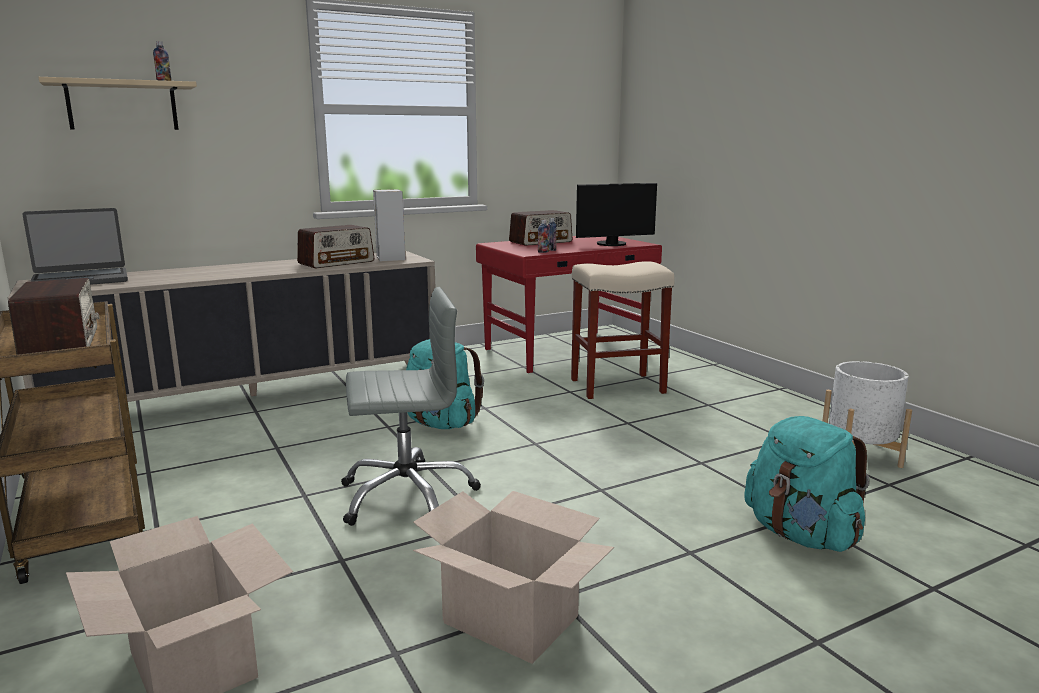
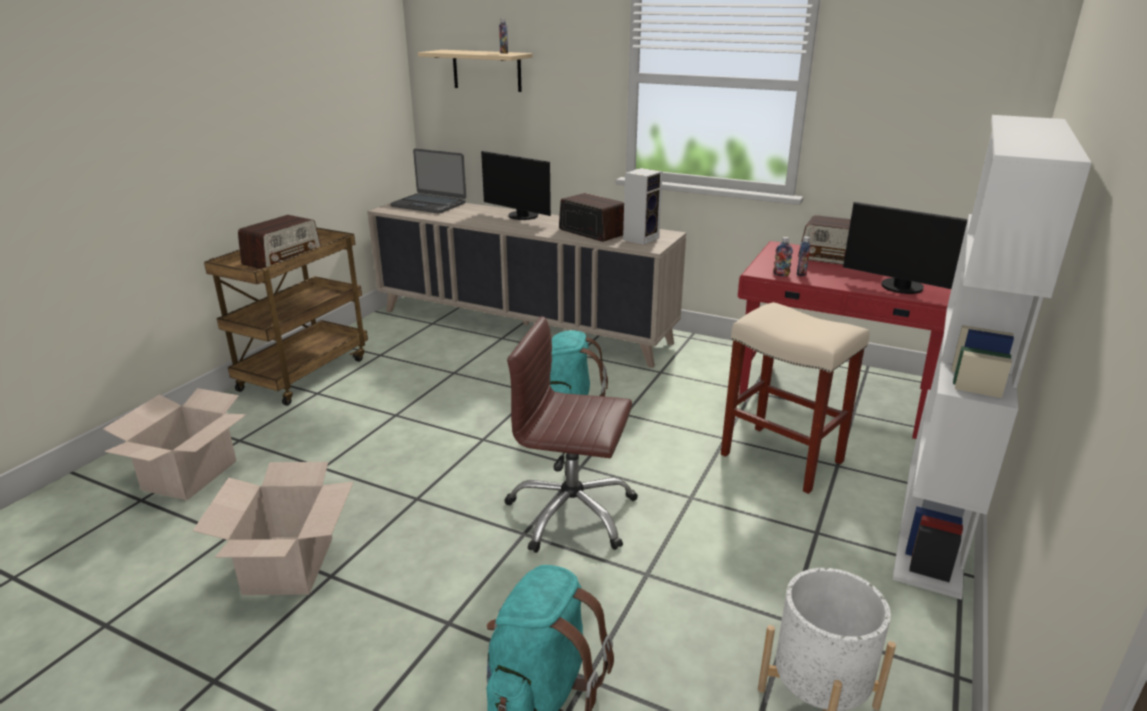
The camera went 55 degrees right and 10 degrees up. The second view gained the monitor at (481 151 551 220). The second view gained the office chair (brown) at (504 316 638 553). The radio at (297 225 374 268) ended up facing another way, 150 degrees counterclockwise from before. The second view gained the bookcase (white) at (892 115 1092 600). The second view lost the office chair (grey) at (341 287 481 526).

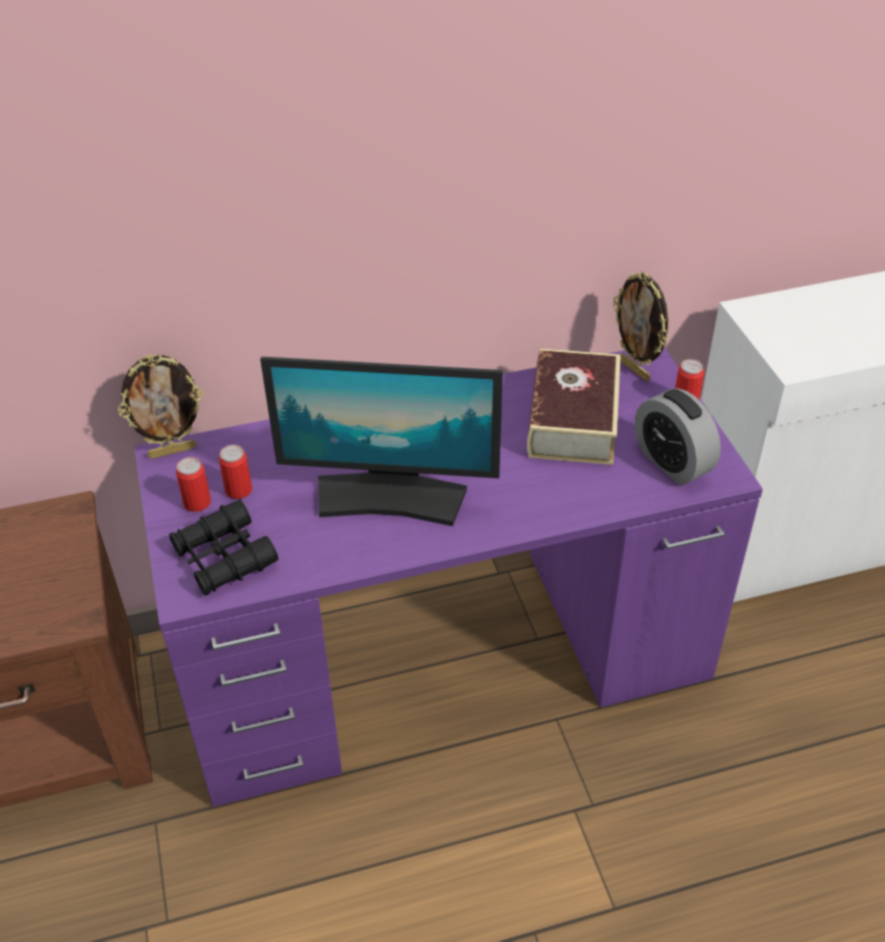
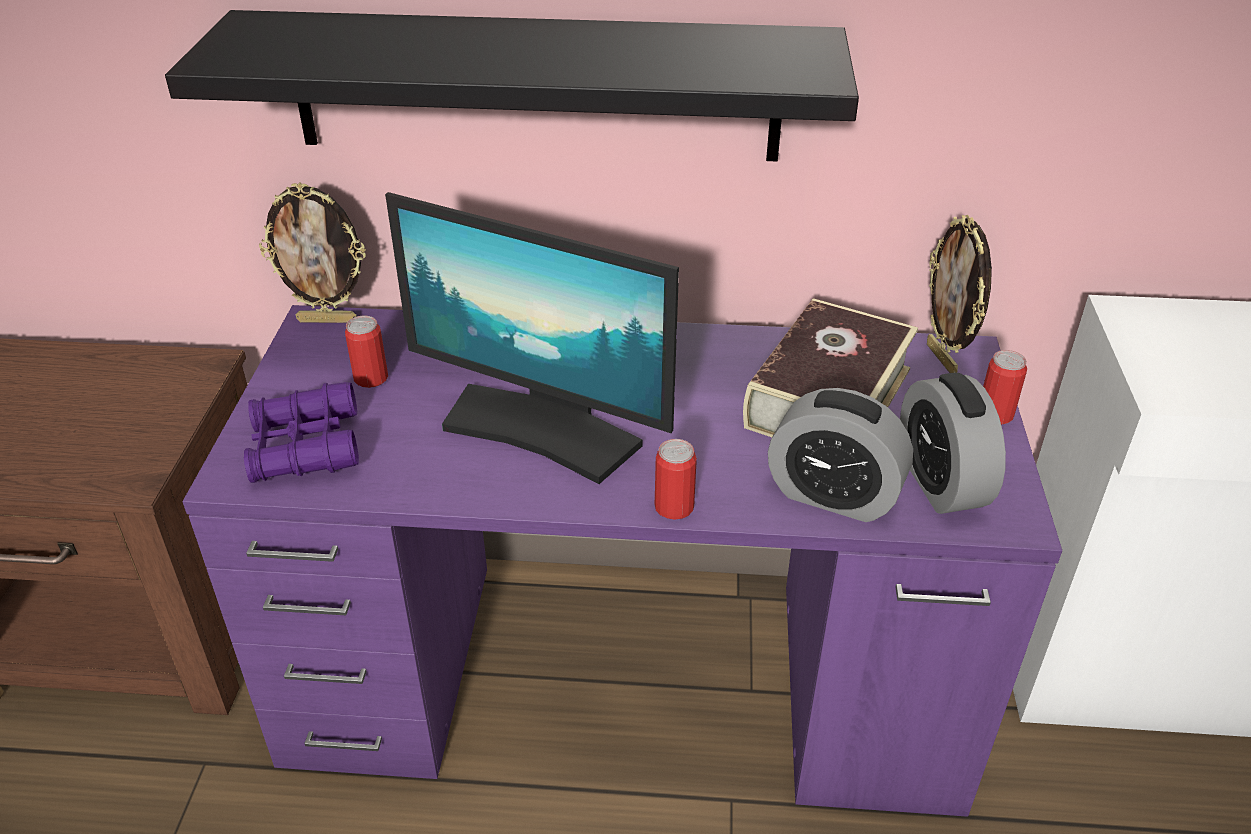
The camera went 20 degrees right and 5 degrees down. The second view gained the shelf (black) at (165 10 859 162). What was the binoculars (black) at (169 500 278 596) turned into the binoculars (purple) at (244 382 359 483). The can ended up elsewhere, having gone from (176 457 211 512) to (655 439 697 520). The second view gained the alarm clock at (768 388 913 522).

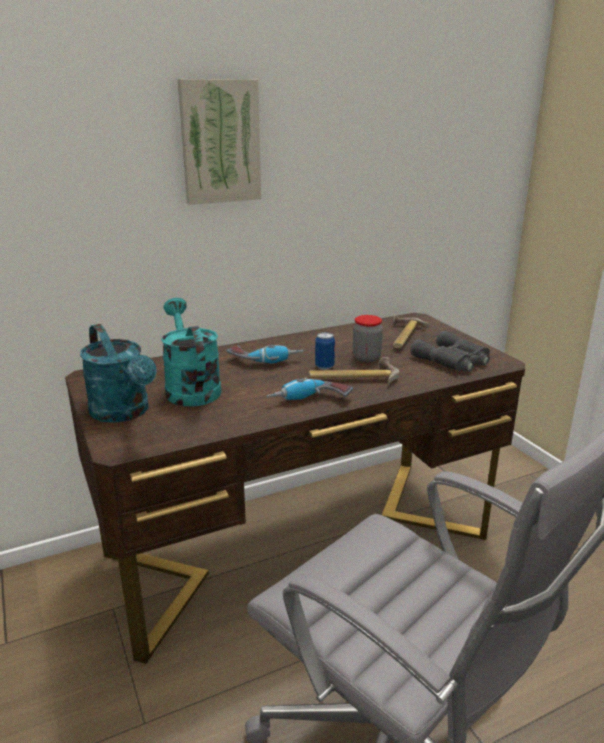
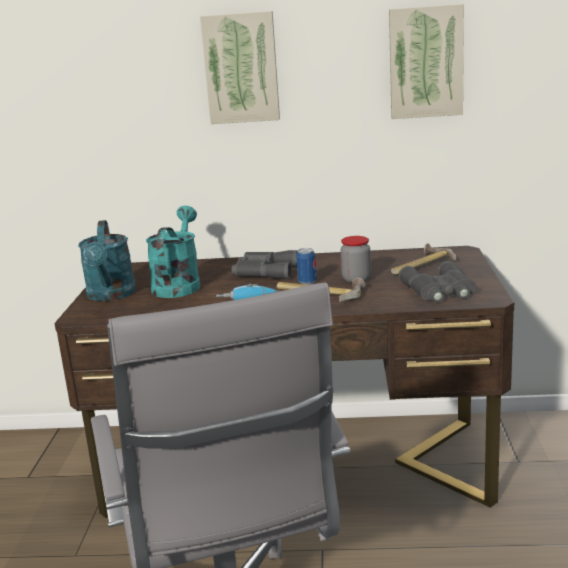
The camera went 30 degrees right and 5 degrees down. Where the power drill stood at (227 345 303 364), the binoculars (grey) came to stand at (232 250 298 279). The second view gained the picture at (389 4 464 119).

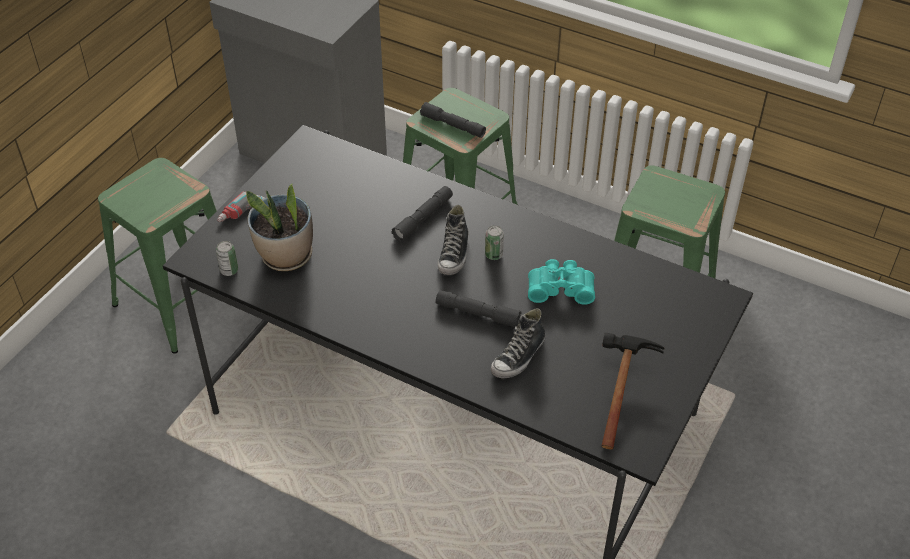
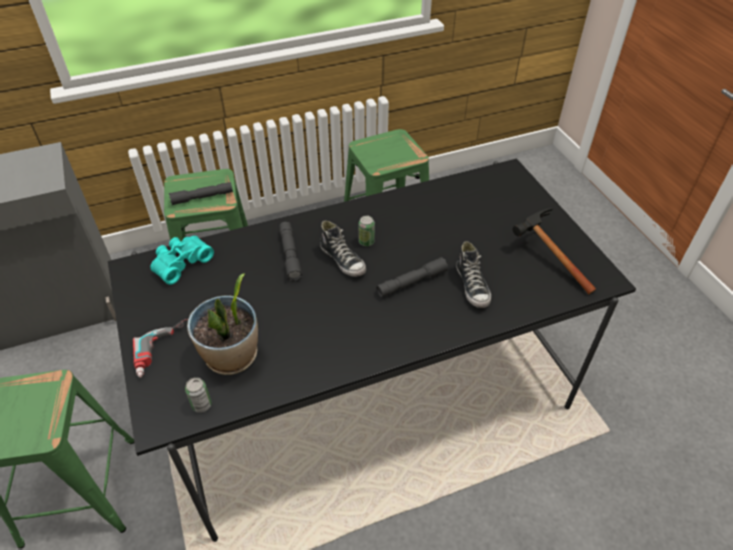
The camera went 50 degrees left and 0 degrees up. The binoculars (turquoise) ended up elsewhere, having gone from (528 259 595 305) to (150 236 214 285).

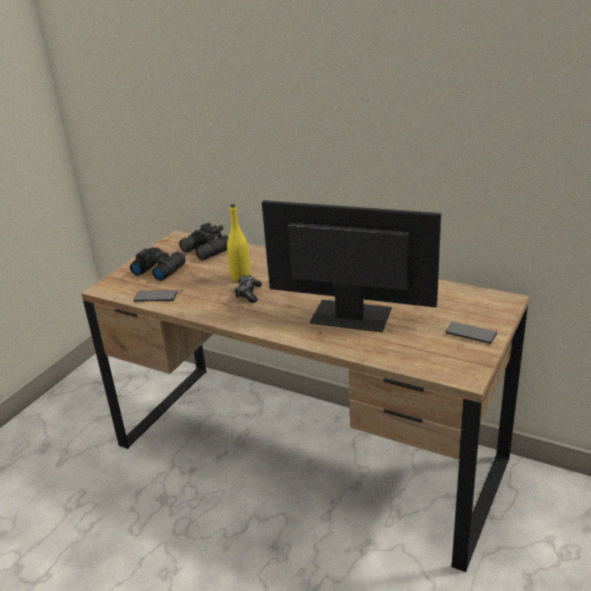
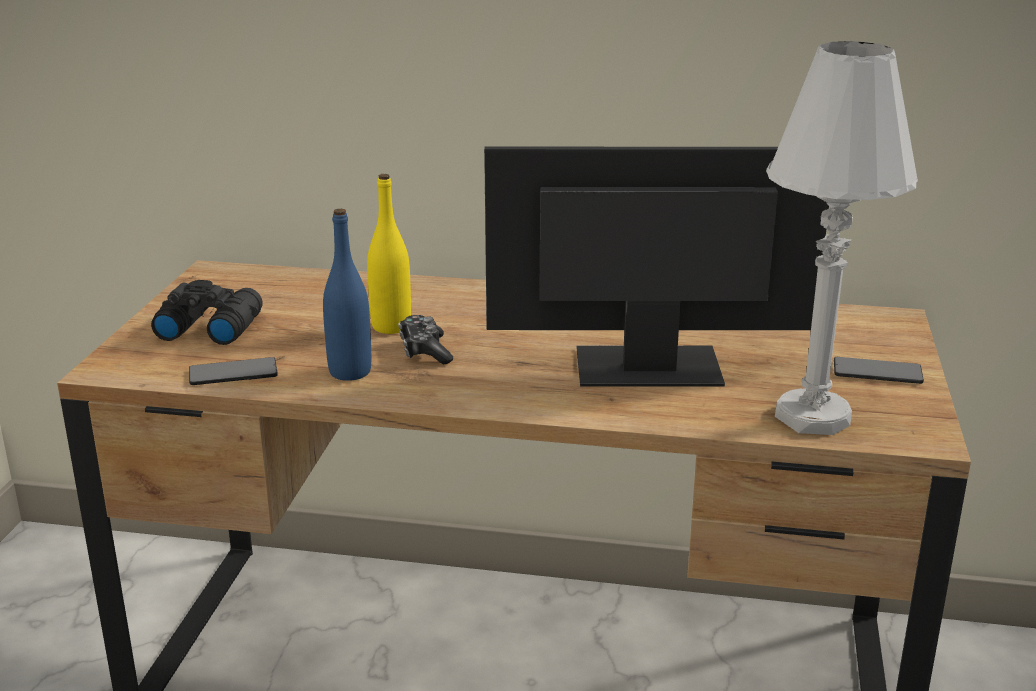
The camera went 20 degrees left and 5 degrees down. The second view gained the bottle (blue) at (323 209 371 381). The second view gained the table lamp (white) at (766 41 918 435). The second view lost the binoculars (black) at (179 223 228 260).

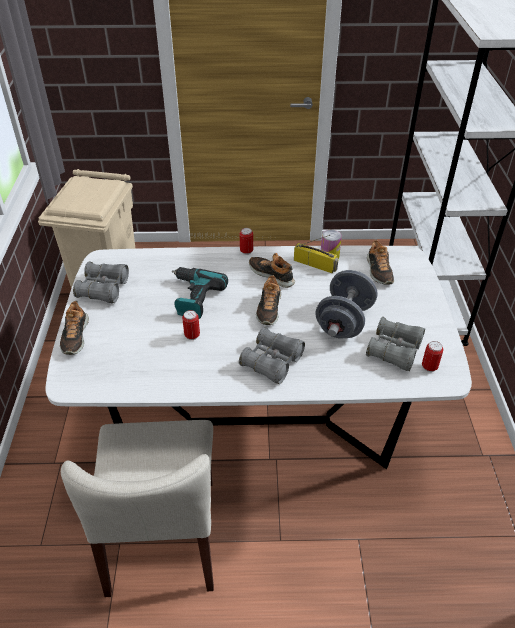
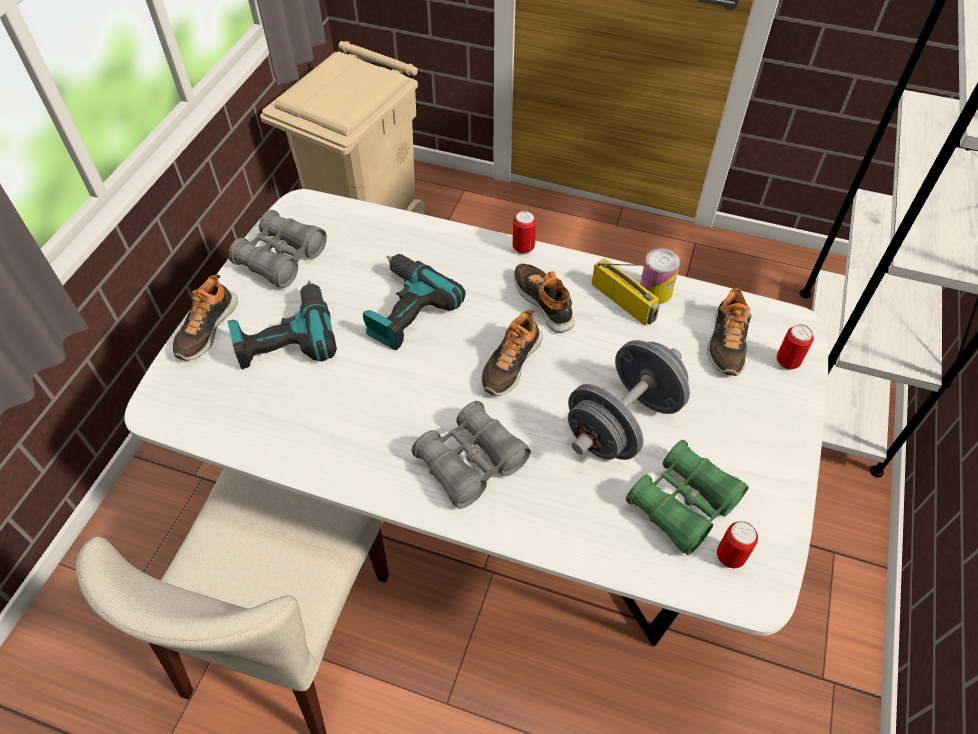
The camera went 20 degrees right and 10 degrees up. The second view gained the power drill at (228 281 337 369). What was the binoculars (grey) at (366 317 425 371) turned into the binoculars (green) at (626 440 749 555). The can ended up elsewhere, having gone from (182 310 200 340) to (776 325 814 370).

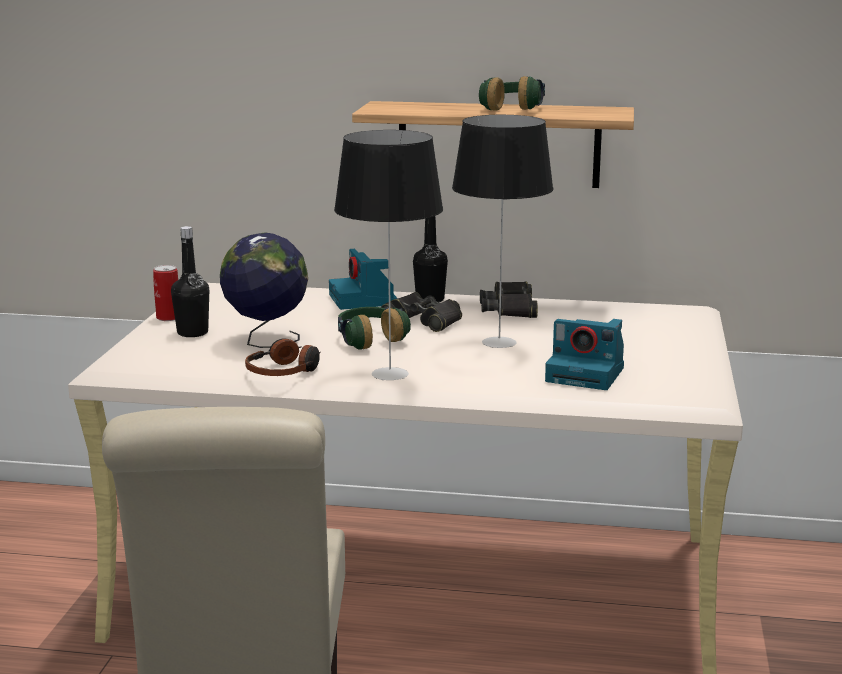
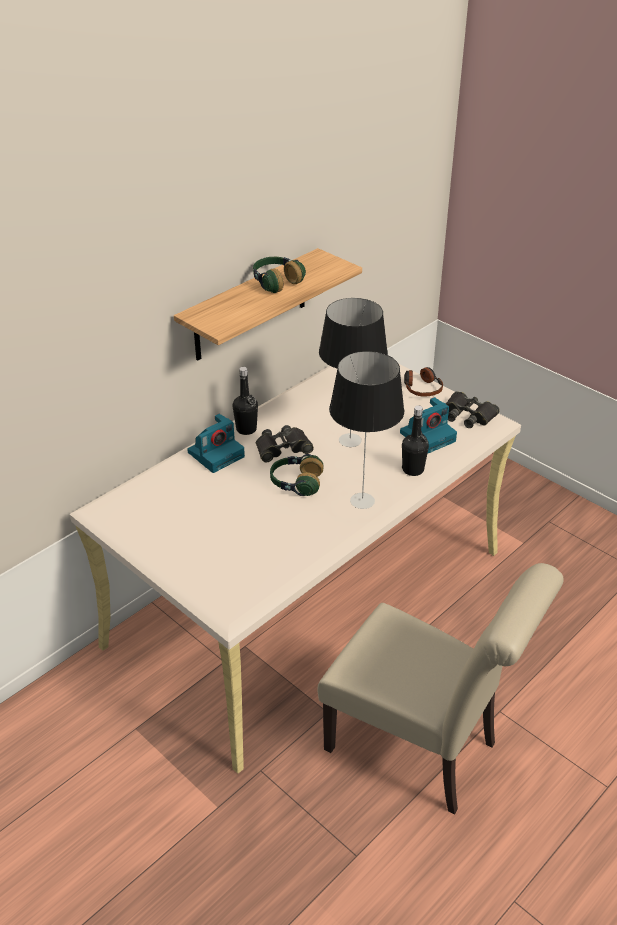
The camera went 55 degrees left and 20 degrees up. The photo camera at (329 249 398 310) ended up facing another way, 60 degrees counterclockwise from before. The bottle (black) ended up elsewhere, having gone from (171 226 209 337) to (402 405 429 476). The headphones ended up elsewhere, having gone from (245 339 320 376) to (404 367 443 397). The binoculars (black) ended up elsewhere, having gone from (480 281 538 318) to (446 391 500 428). The second view lost the can at (153 265 178 321). The second view lost the globe at (220 232 308 348).

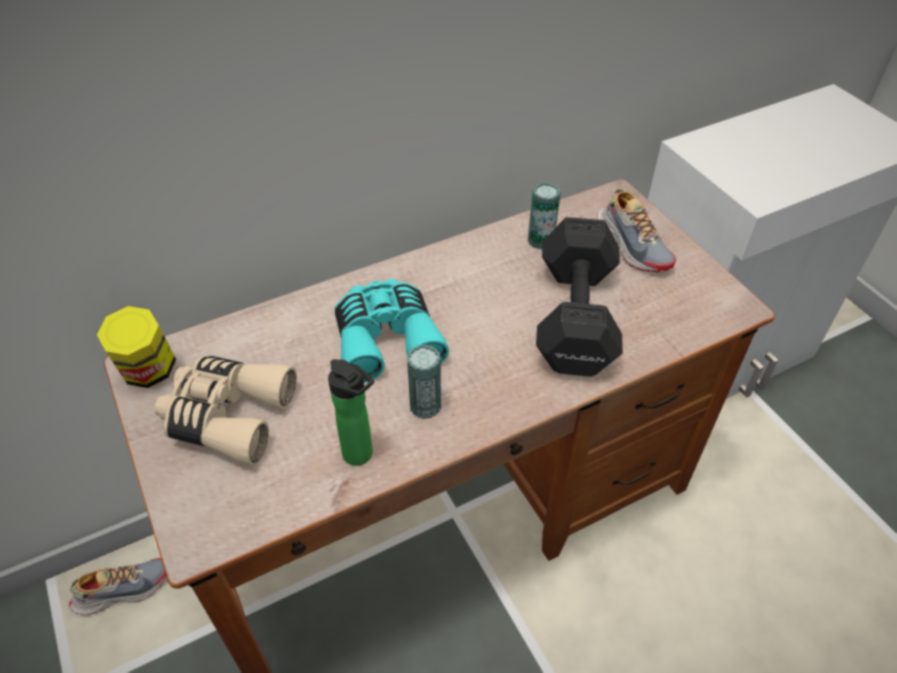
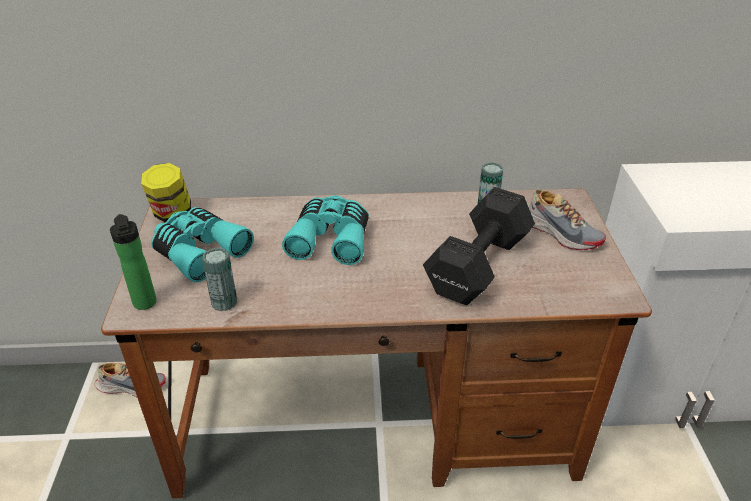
The camera went 25 degrees right and 10 degrees down. The bottle ended up elsewhere, having gone from (328 359 374 466) to (110 214 157 310). What was the binoculars (beige) at (155 356 297 466) turned into the binoculars (turquoise) at (151 207 254 282). The can ended up elsewhere, having gone from (407 345 441 419) to (202 248 237 311). The shoe at (597 189 676 272) ended up facing another way, 45 degrees counterclockwise from before.

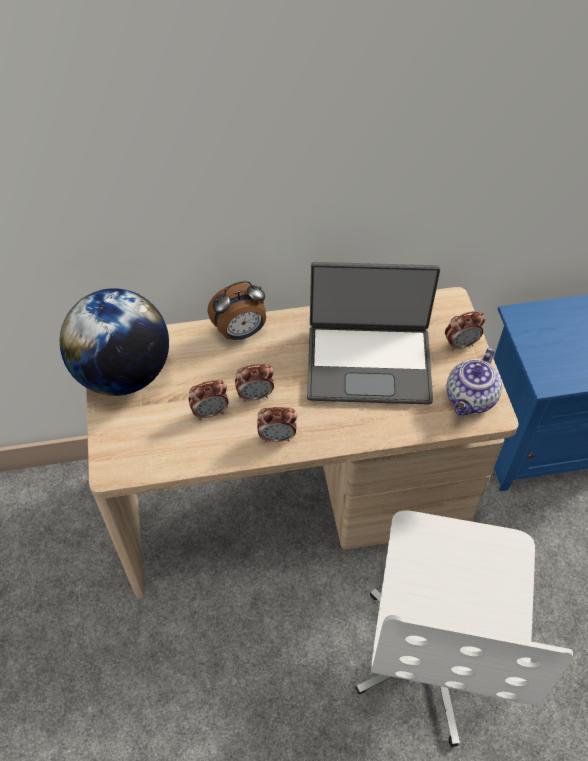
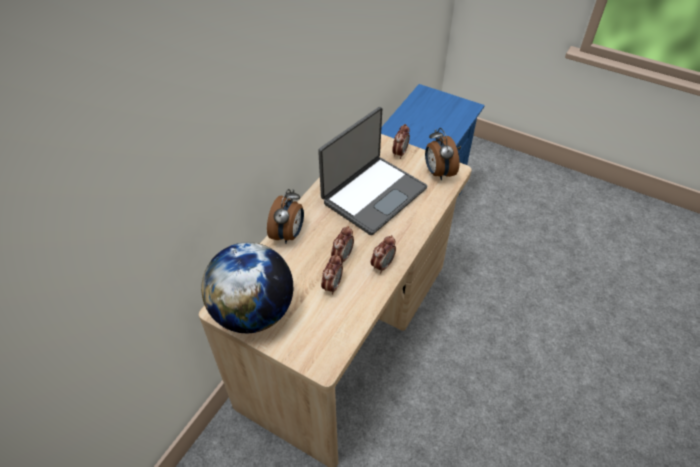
The camera went 50 degrees left and 5 degrees down. Where the teapot stood at (447 348 502 416), the alarm clock came to stand at (425 128 460 180). The second view lost the office chair (white) at (355 510 573 747).

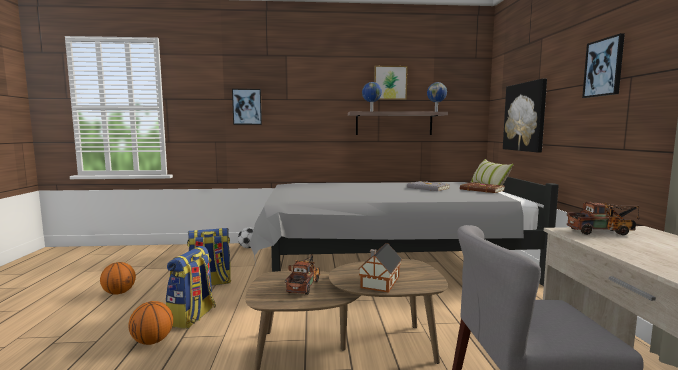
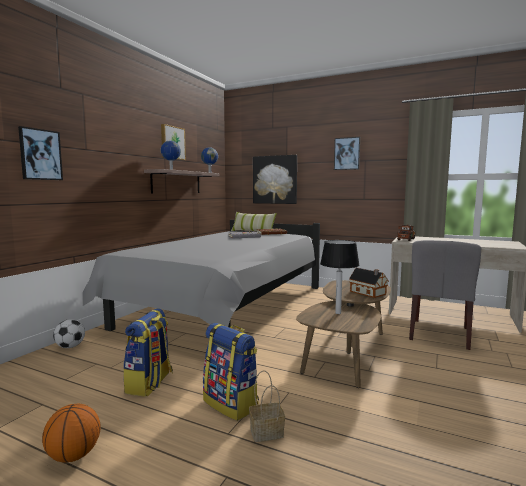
The camera went 60 degrees left and 0 degrees up. Where the basketball stood at (128 301 173 345), the basket came to stand at (249 370 285 442). Where the toy truck stood at (285 254 320 295), the table lamp came to stand at (320 240 360 314).

